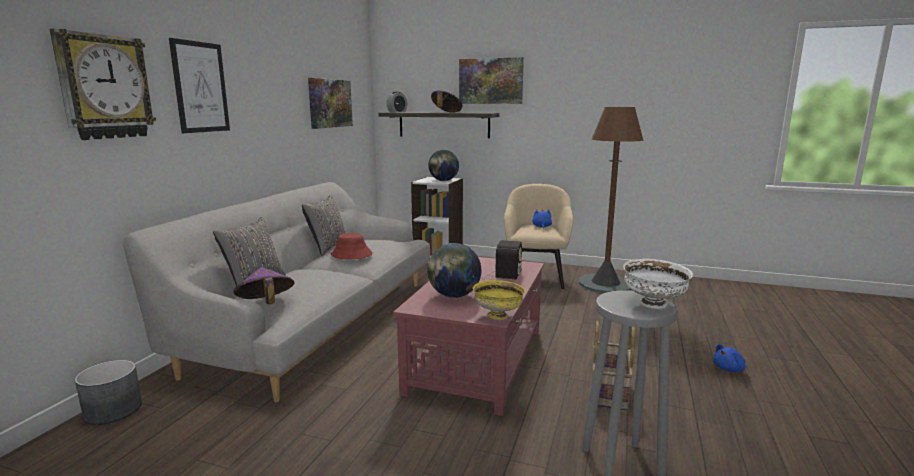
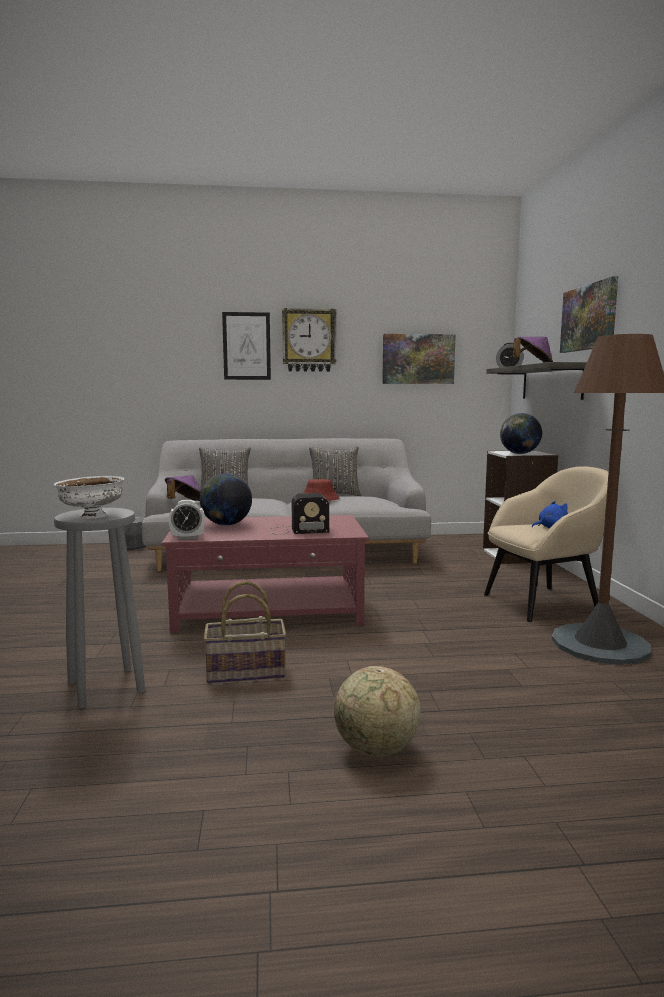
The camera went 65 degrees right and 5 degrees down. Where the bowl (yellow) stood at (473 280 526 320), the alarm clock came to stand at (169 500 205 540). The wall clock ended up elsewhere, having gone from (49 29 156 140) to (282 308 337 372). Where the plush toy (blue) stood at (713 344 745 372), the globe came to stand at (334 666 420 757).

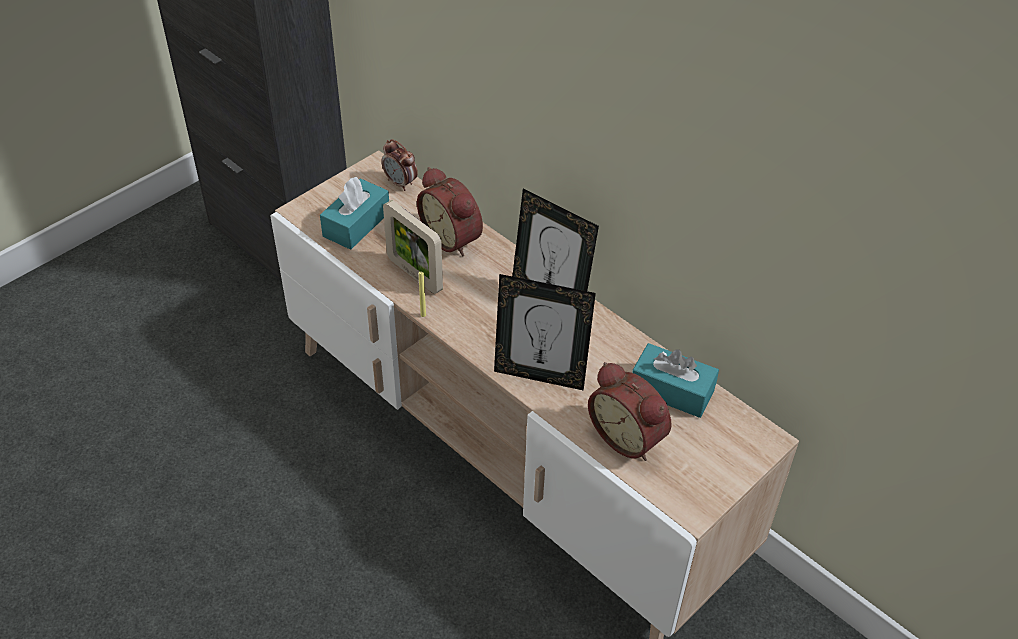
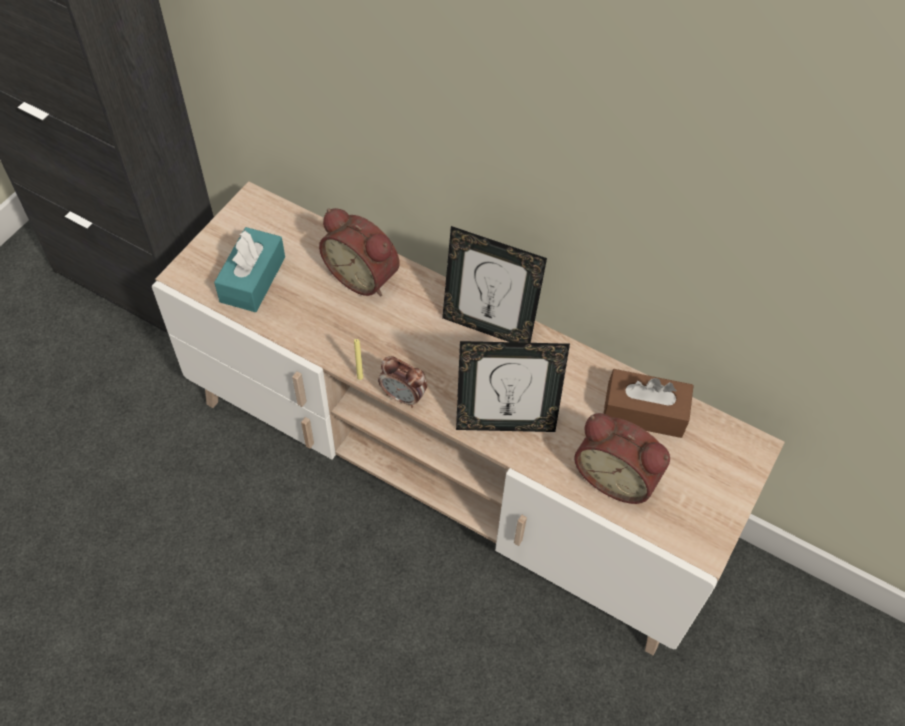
The camera went 15 degrees left and 10 degrees up. The alarm clock ended up elsewhere, having gone from (381 139 418 191) to (378 356 427 408). What was the tissue box (turquoise) at (632 343 719 418) turned into the tissue box (brown) at (604 369 694 438). The second view lost the picture frame at (383 200 443 294).

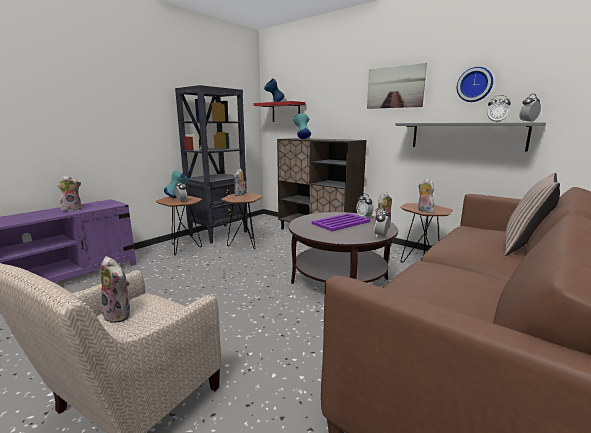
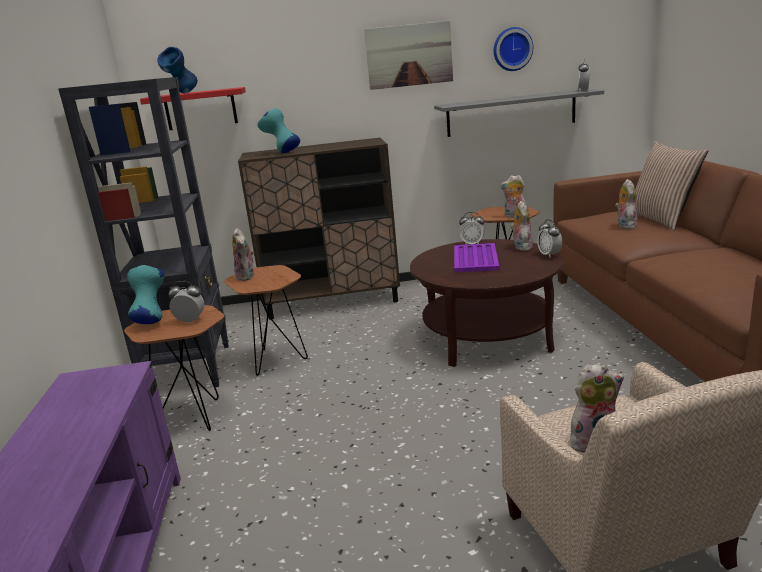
The camera went 45 degrees left and 5 degrees up. The plush toy ended up elsewhere, having gone from (58 176 81 211) to (615 179 638 229). The second view lost the alarm clock at (487 95 511 122).

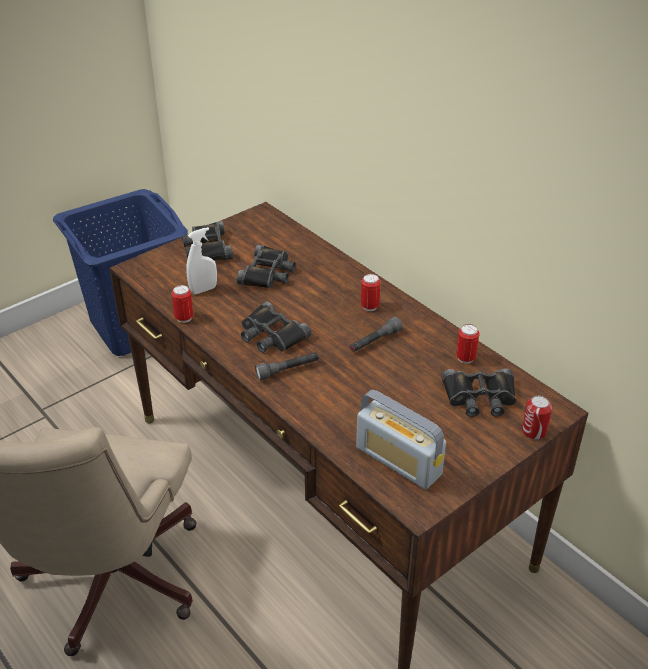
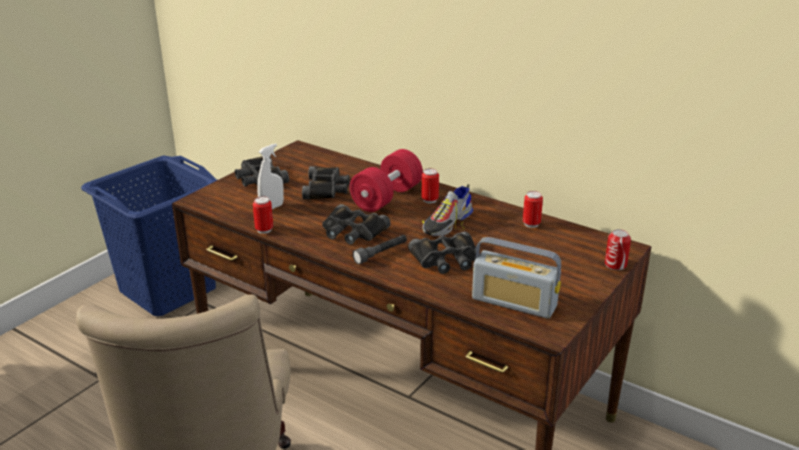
The camera went 15 degrees left and 10 degrees down. The second view gained the dumbbell (red) at (350 149 423 212). The binoculars (black) ended up elsewhere, having gone from (441 368 516 417) to (408 232 476 274). Where the flashlight (grey) stood at (350 317 403 352), the shoe came to stand at (421 184 474 236).

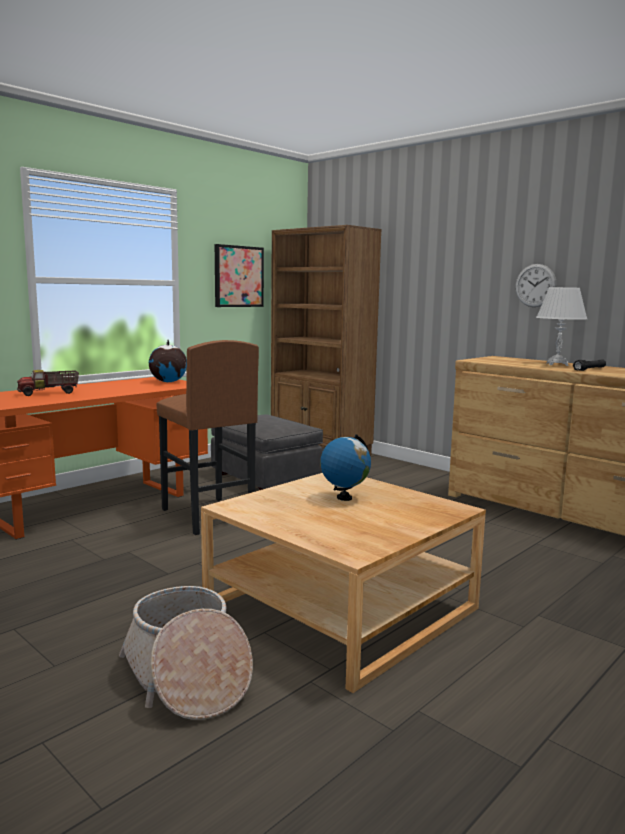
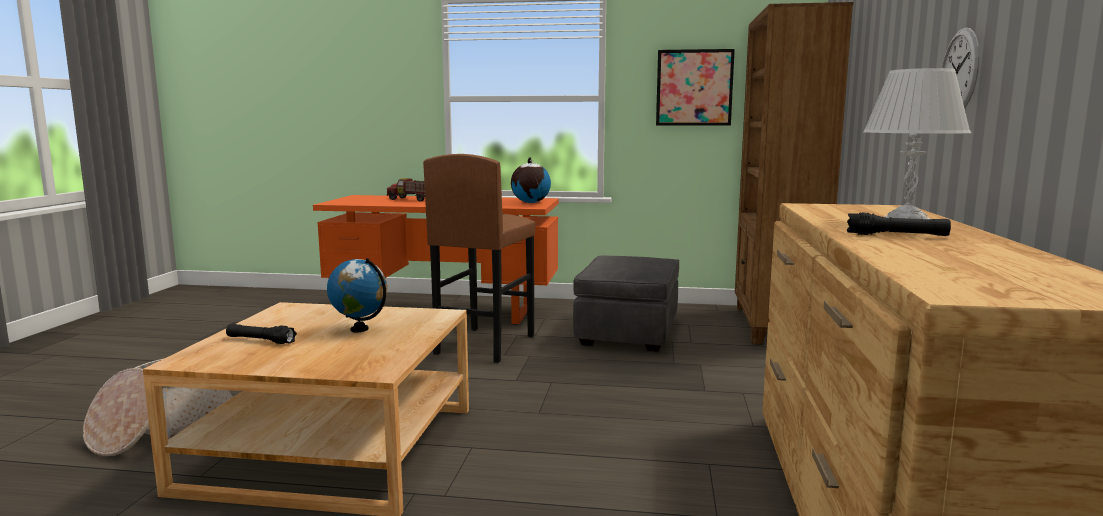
The camera went 55 degrees right and 0 degrees up. The second view gained the flashlight (black) at (226 324 297 344).

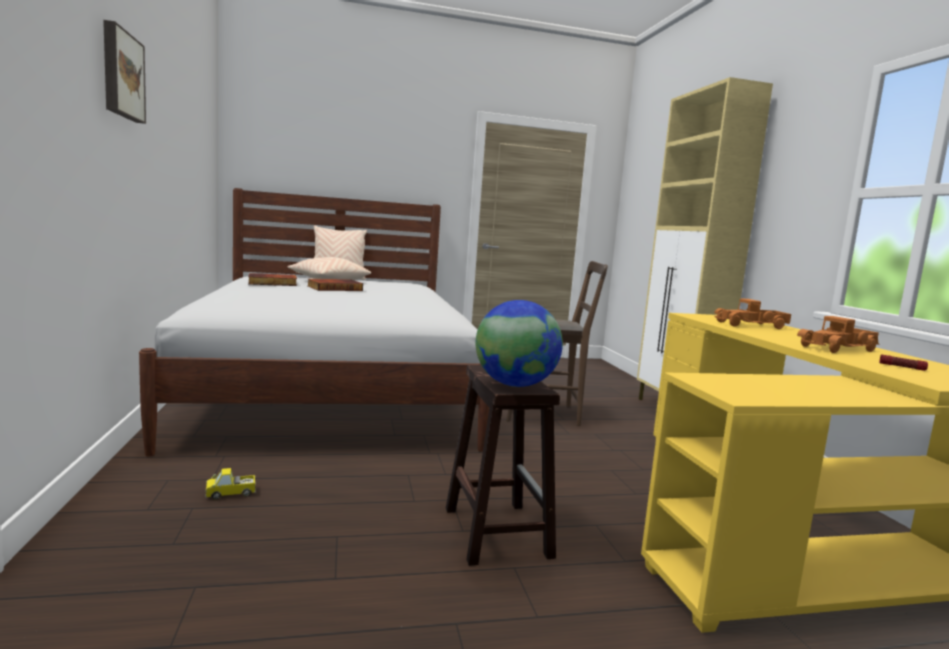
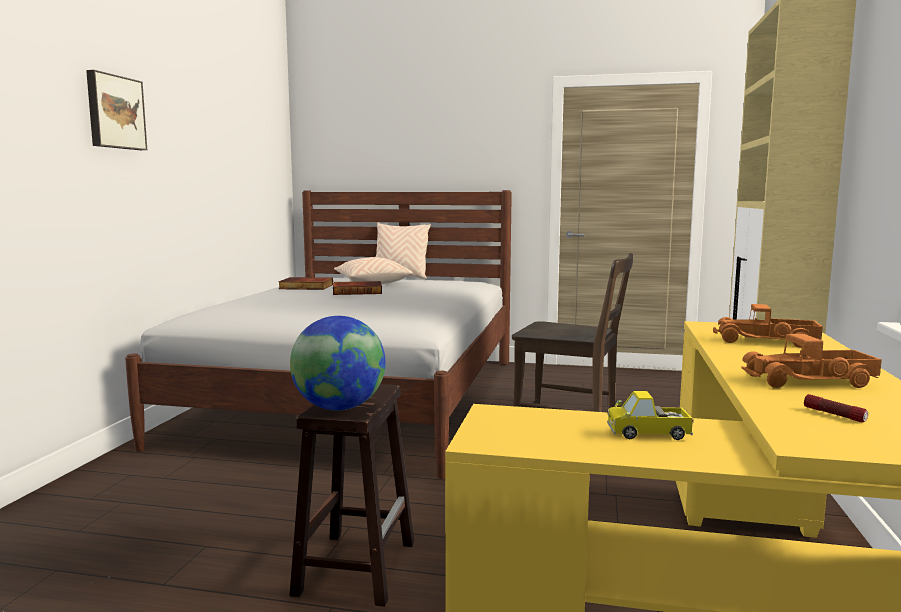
The camera went 25 degrees right and 0 degrees up. The toy truck ended up elsewhere, having gone from (206 468 256 500) to (607 391 694 440).

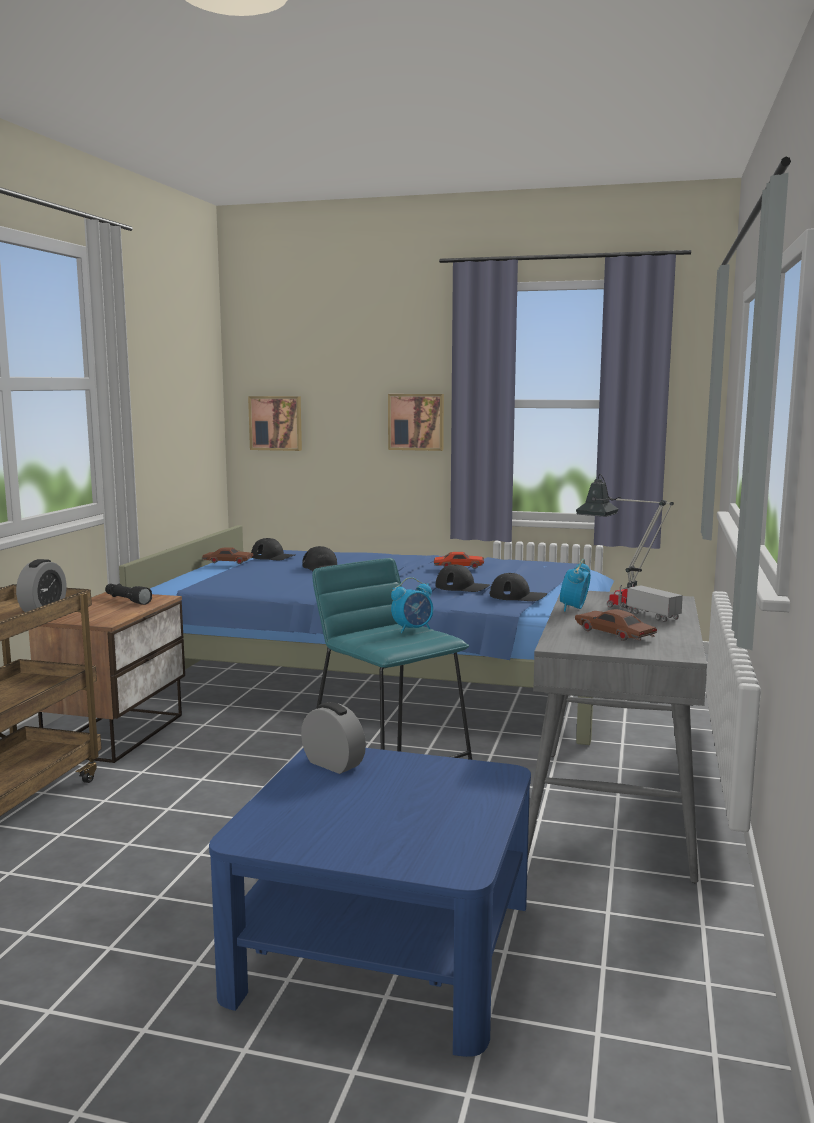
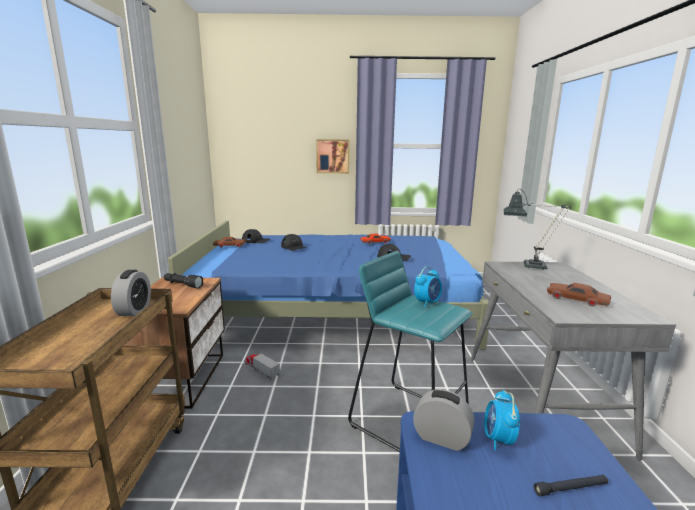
The camera went 15 degrees left and 5 degrees up. The toy truck ended up elsewhere, having gone from (606 583 683 622) to (244 352 280 380). The alarm clock ended up elsewhere, having gone from (560 559 591 612) to (484 390 520 451). The second view gained the flashlight (black) at (534 475 608 496). The second view lost the picture at (248 396 302 451). The second view lost the cap (black) at (489 573 547 601).

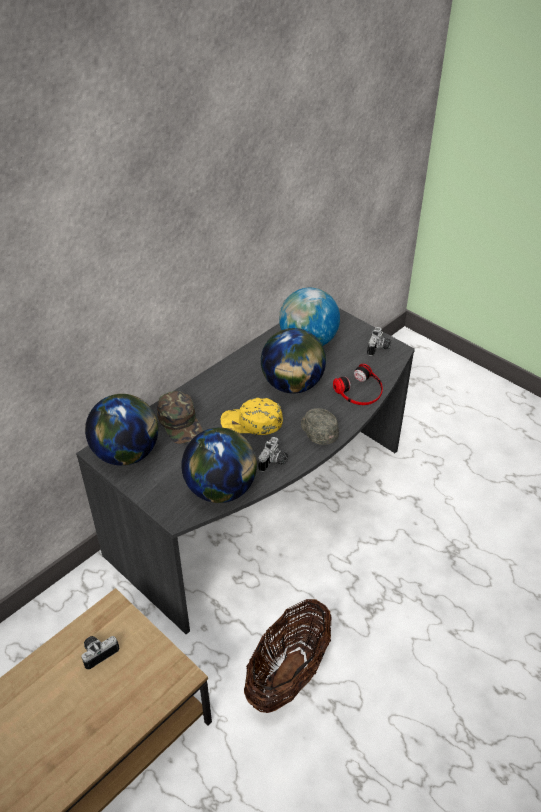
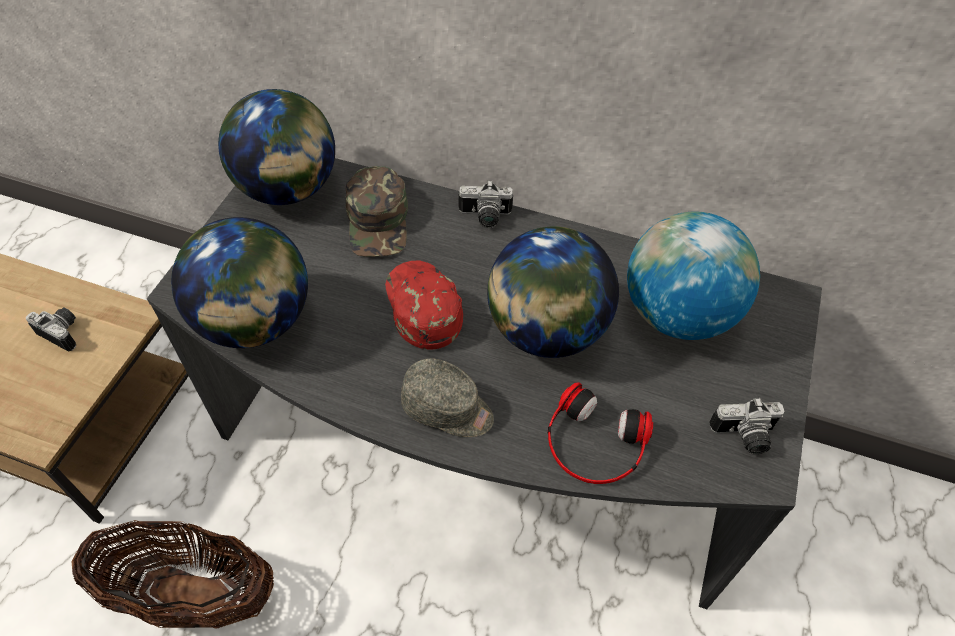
The camera went 65 degrees right and 10 degrees up. The cap (green) at (157 391 203 444) ended up facing another way, 45 degrees counterclockwise from before. What was the cap (yellow) at (221 398 283 435) turned into the cap (red) at (385 261 463 349). The cap (grey) at (301 408 339 445) ended up facing another way, 75 degrees clockwise from before. The photo camera ended up elsewhere, having gone from (258 437 288 472) to (458 181 513 228).

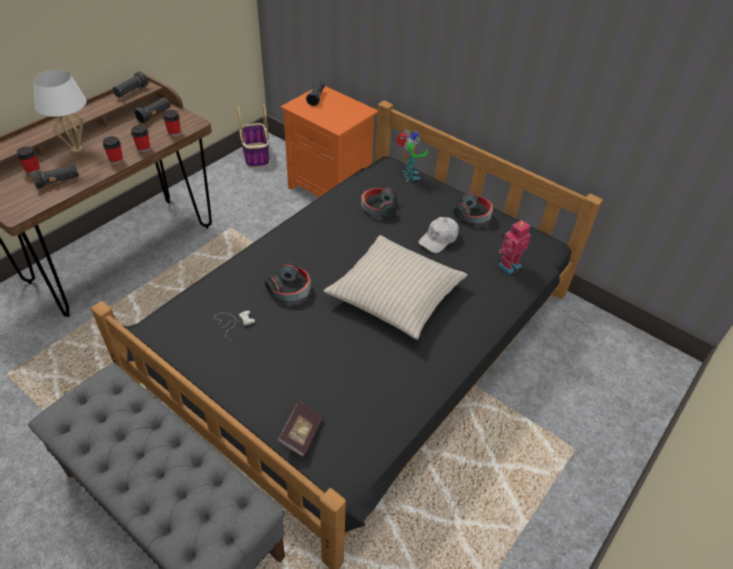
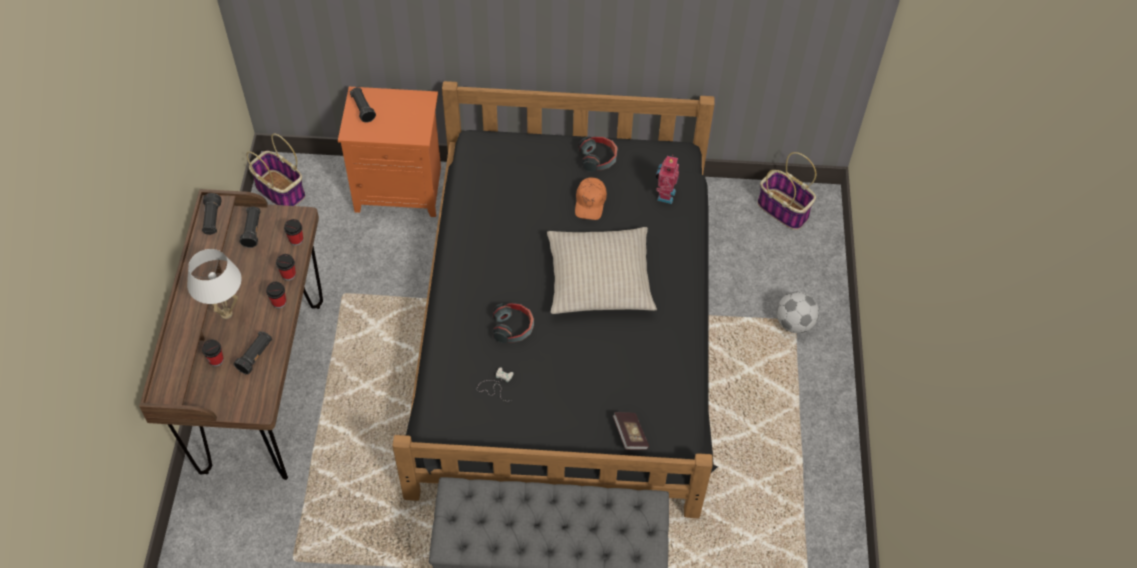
The camera went 35 degrees left and 10 degrees up. What was the cap (white) at (418 217 459 253) turned into the cap (orange) at (575 177 607 220). The second view gained the basket at (757 152 816 230). The second view gained the football at (777 291 819 333). The second view lost the headphones at (361 187 397 218). The second view lost the toy robot at (396 130 428 181).

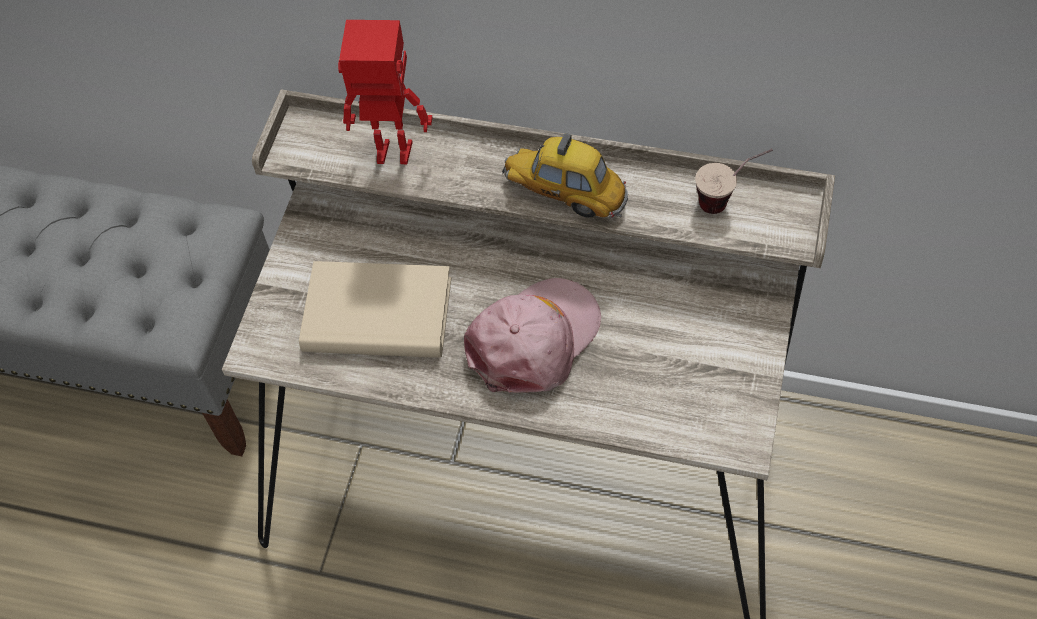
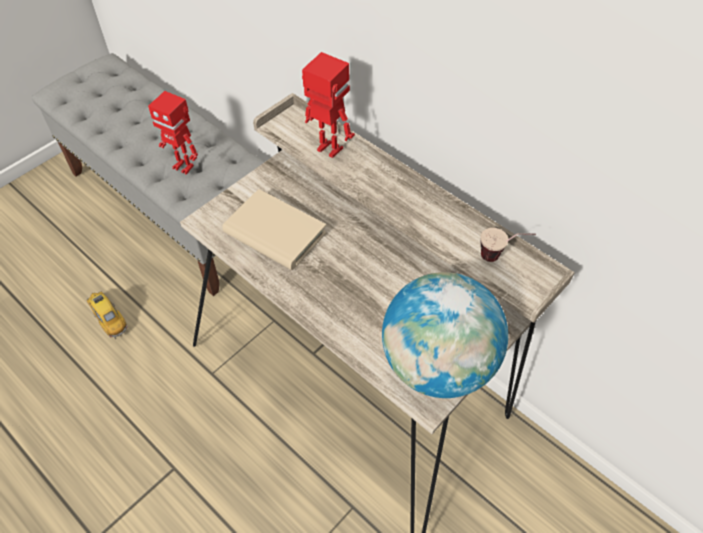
The camera went 25 degrees right and 5 degrees down. The toy car ended up elsewhere, having gone from (502 133 628 219) to (87 291 128 339). The second view gained the toy robot at (148 91 198 175). The second view gained the globe at (382 272 508 398). The second view lost the cap (pink) at (464 278 601 393).

